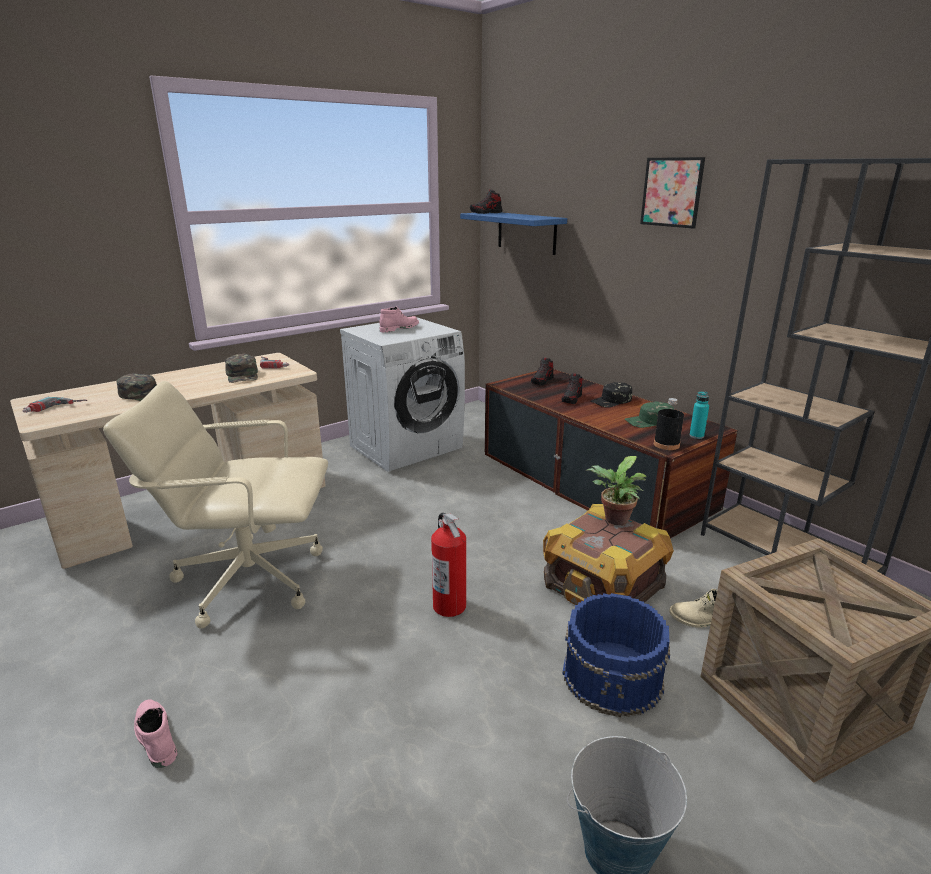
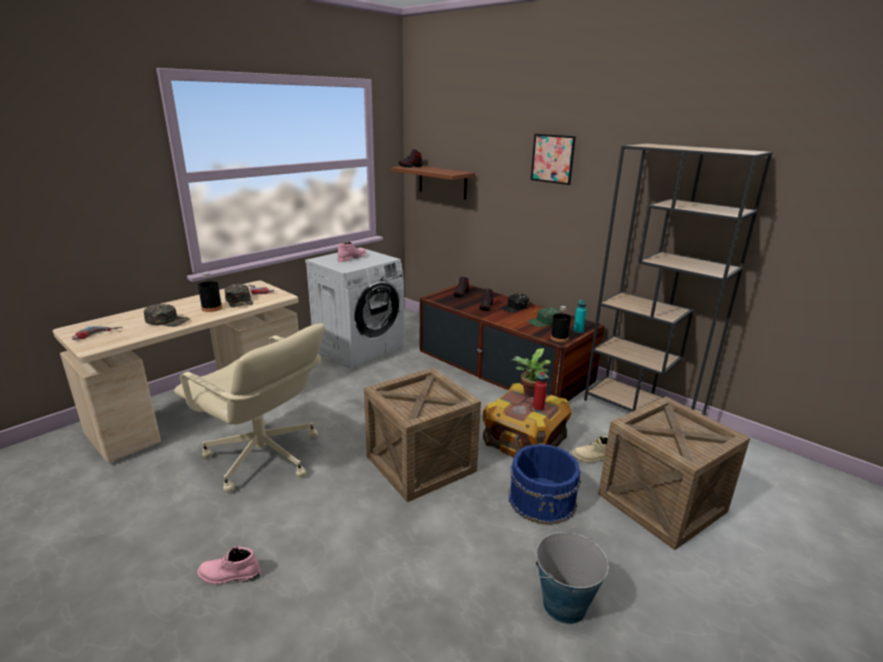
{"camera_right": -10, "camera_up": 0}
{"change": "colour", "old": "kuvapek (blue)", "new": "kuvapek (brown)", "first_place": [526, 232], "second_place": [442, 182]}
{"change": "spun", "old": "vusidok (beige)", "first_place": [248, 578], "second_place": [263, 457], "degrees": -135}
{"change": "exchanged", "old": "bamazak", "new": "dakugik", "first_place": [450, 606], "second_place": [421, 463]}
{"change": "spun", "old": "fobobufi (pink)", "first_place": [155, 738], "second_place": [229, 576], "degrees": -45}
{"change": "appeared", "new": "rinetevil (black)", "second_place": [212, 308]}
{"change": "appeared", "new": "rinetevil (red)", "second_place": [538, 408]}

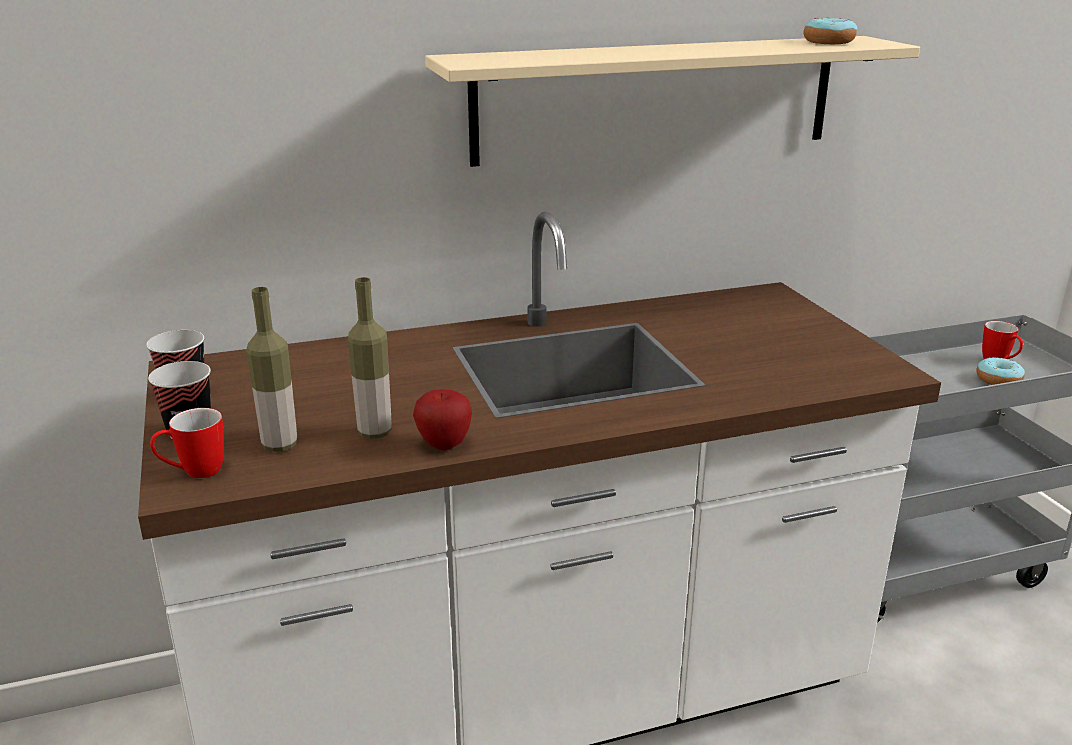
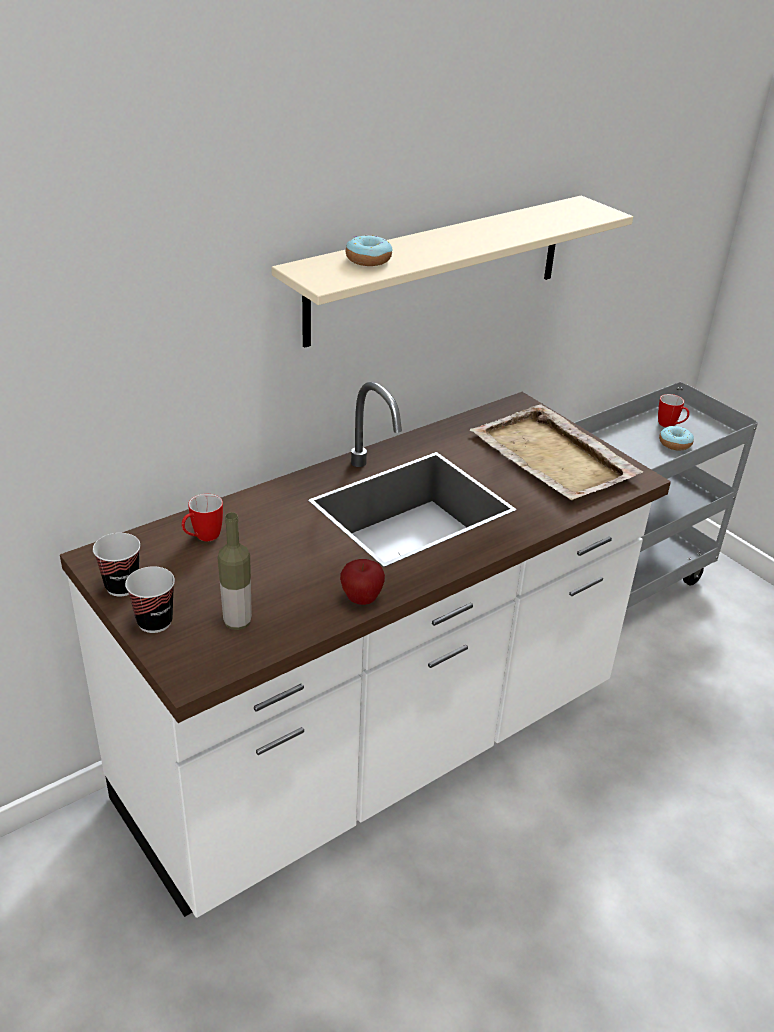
{"camera_right": -20, "camera_up": 10}
{"change": "relocated", "old": "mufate", "first_place": [828, 42], "second_place": [368, 260]}
{"change": "missing", "old": "rinetevil", "first_place": [375, 432]}
{"change": "relocated", "old": "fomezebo", "first_place": [193, 473], "second_place": [202, 538]}
{"change": "appeared", "new": "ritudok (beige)", "second_place": [554, 457]}

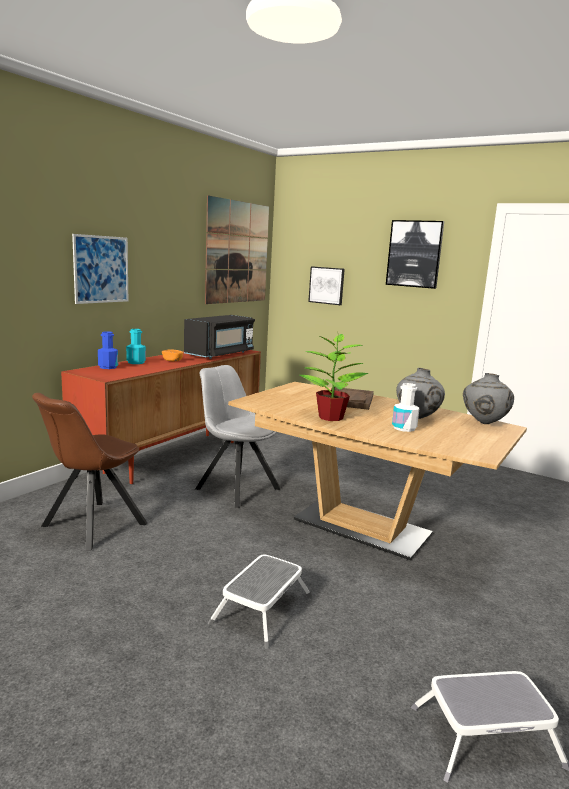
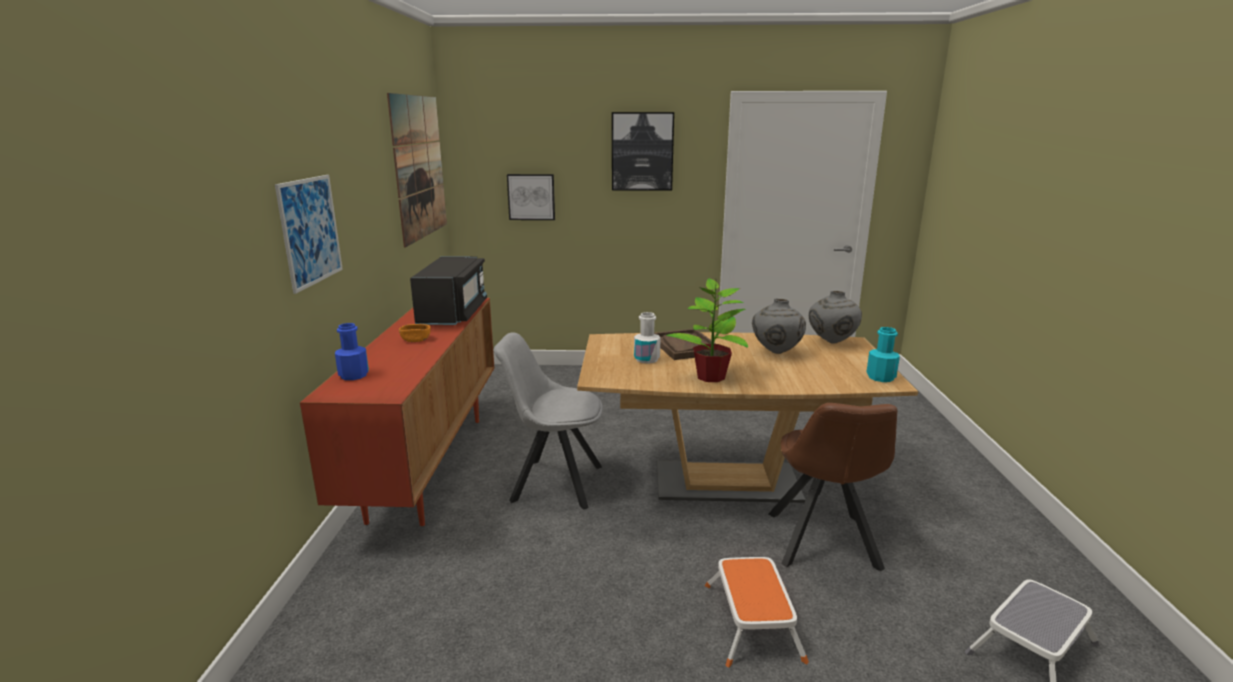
{"camera_right": -30, "camera_up": 5}
{"change": "relocated", "old": "rinetevil (turquoise)", "first_place": [136, 362], "second_place": [880, 377]}
{"change": "relocated", "old": "rinetevil (white)", "first_place": [404, 428], "second_place": [646, 359]}
{"change": "relocated", "old": "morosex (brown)", "first_place": [92, 526], "second_place": [823, 542]}
{"change": "colour", "old": "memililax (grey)", "new": "memililax (orange)", "first_place": [262, 609], "second_place": [753, 621]}

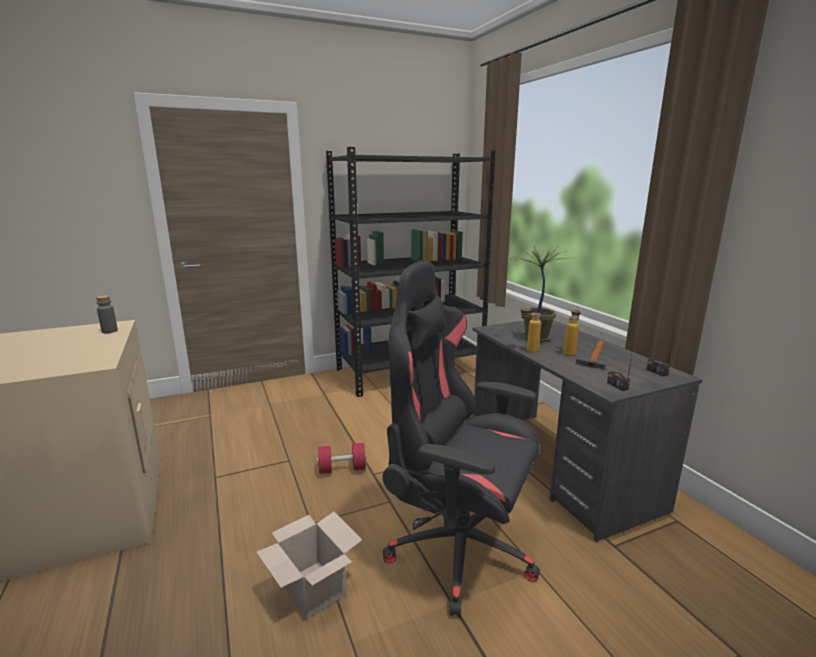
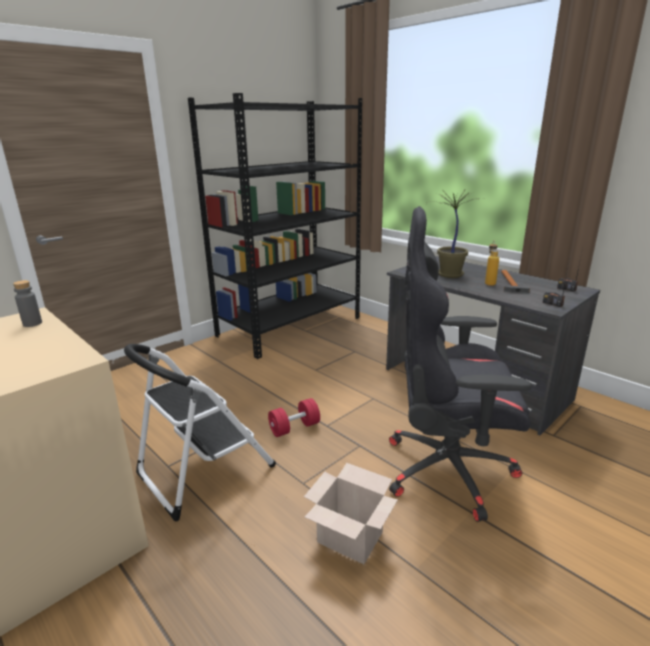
{"camera_right": -20, "camera_up": 5}
{"change": "missing", "old": "rinetevil", "first_place": [527, 350]}
{"change": "appeared", "new": "memililax", "second_place": [202, 471]}

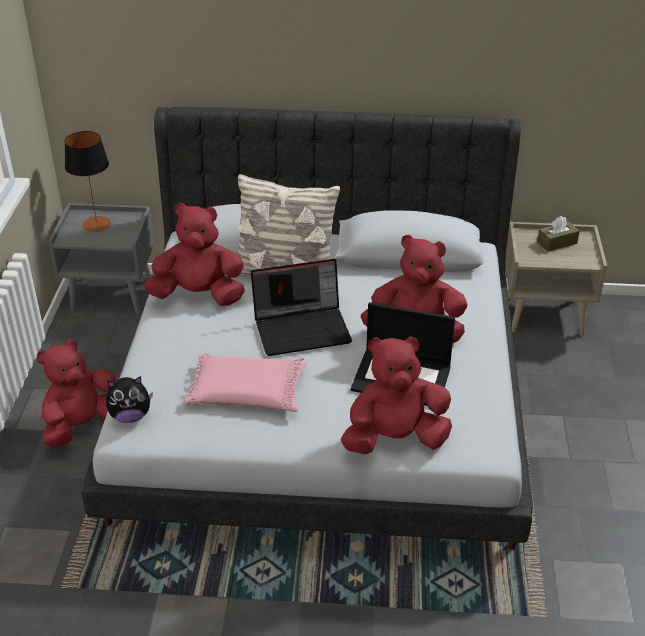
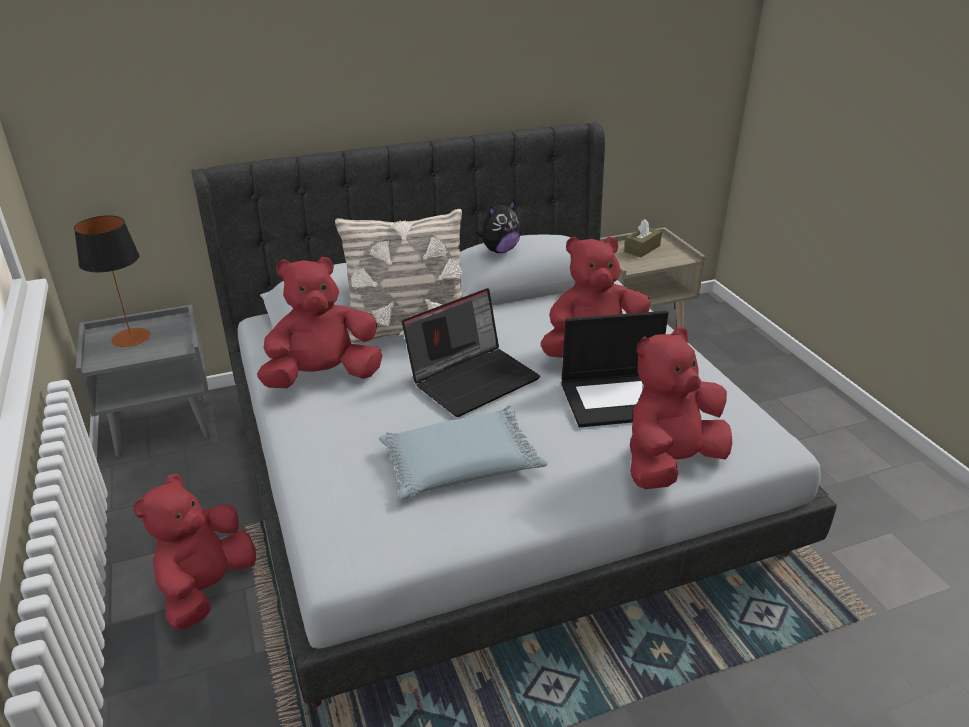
{"camera_right": -25, "camera_up": -5}
{"change": "colour", "old": "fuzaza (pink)", "new": "fuzaza (blue)", "first_place": [247, 389], "second_place": [461, 460]}
{"change": "relocated", "old": "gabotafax", "first_place": [130, 416], "second_place": [499, 250]}

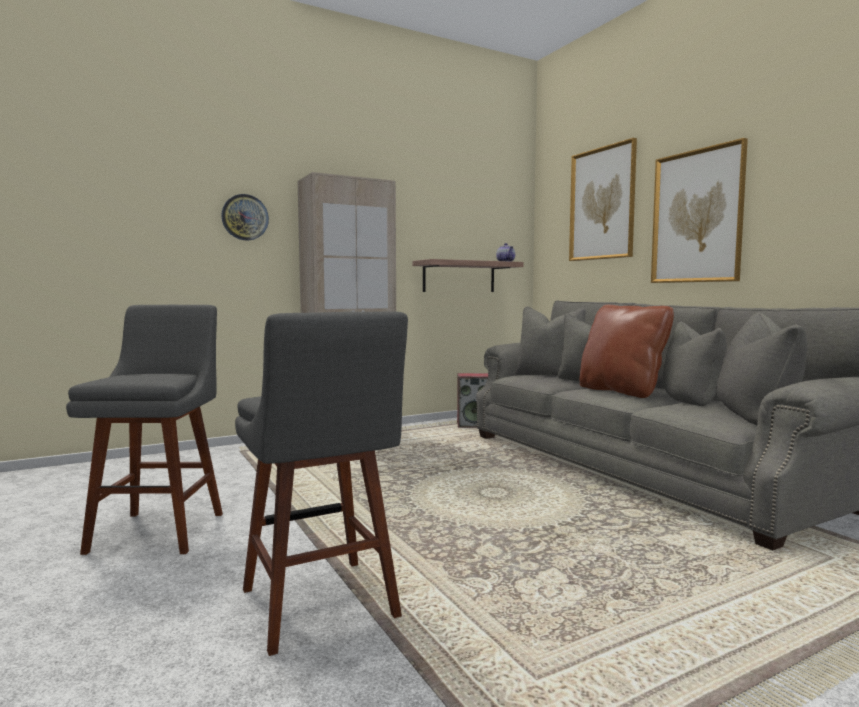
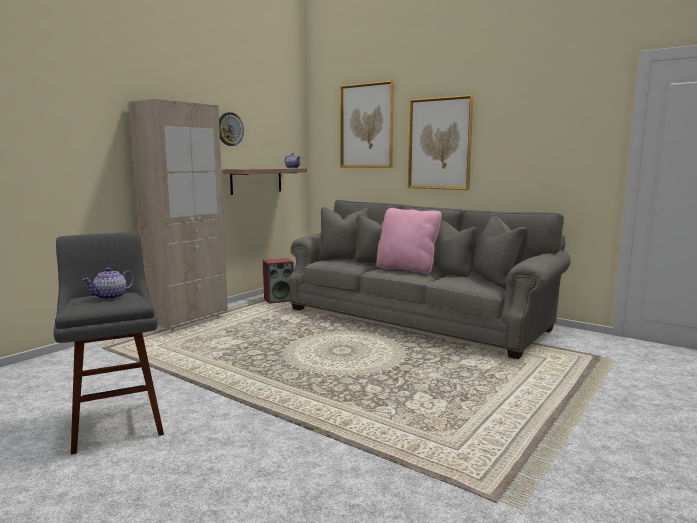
{"camera_right": -25, "camera_up": 5}
{"change": "relocated", "old": "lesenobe", "first_place": [245, 217], "second_place": [229, 129]}
{"change": "colour", "old": "fuzaza (brown)", "new": "fuzaza (pink)", "first_place": [622, 391], "second_place": [407, 269]}
{"change": "missing", "old": "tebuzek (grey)", "first_place": [321, 608]}
{"change": "appeared", "new": "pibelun", "second_place": [111, 297]}

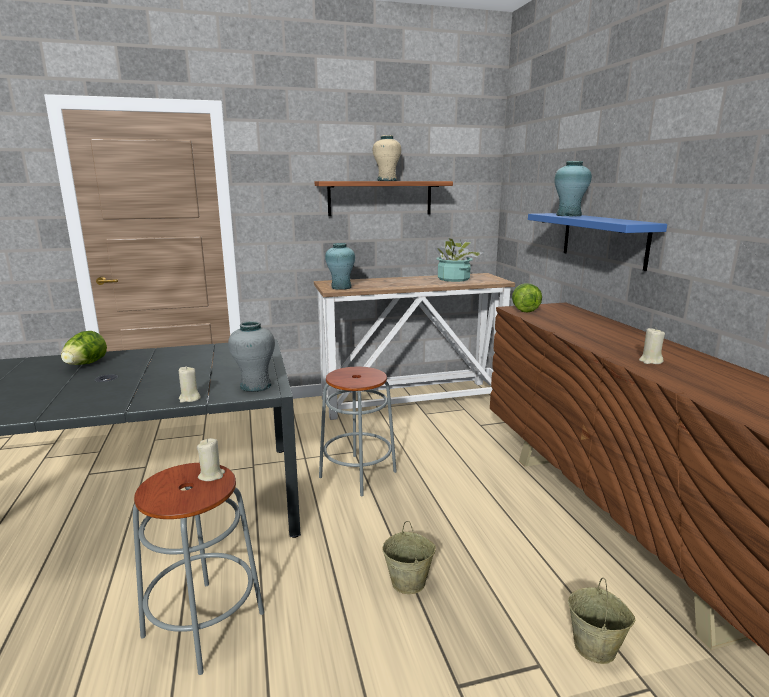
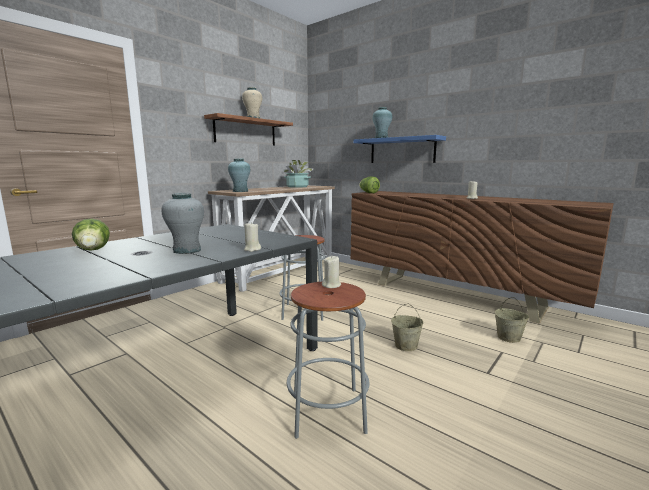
{"camera_right": -35, "camera_up": -5}
{"change": "relocated", "old": "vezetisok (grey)", "first_place": [255, 386], "second_place": [187, 250]}

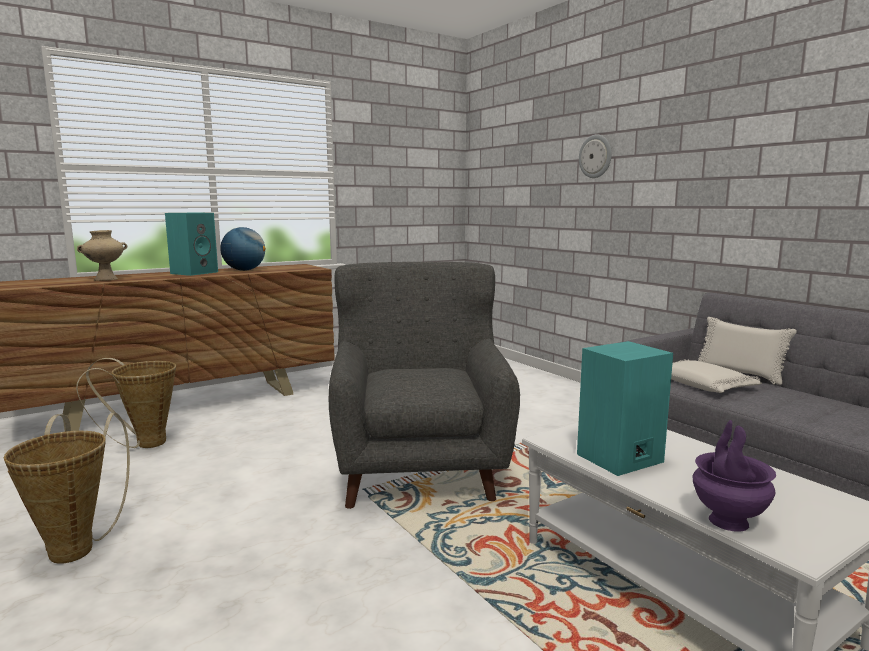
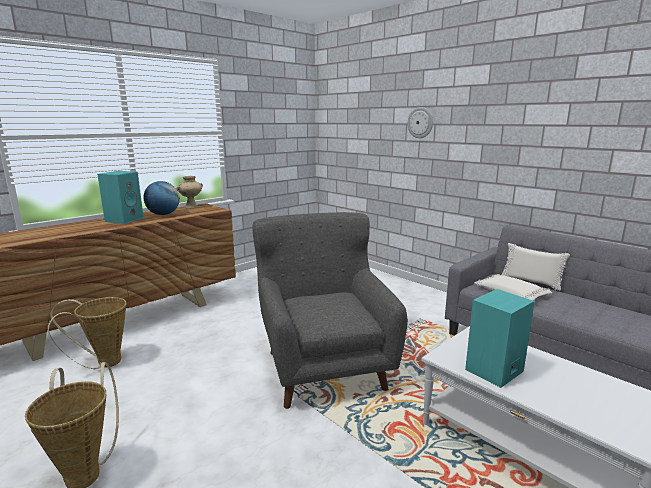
{"camera_right": -10, "camera_up": 5}
{"change": "relocated", "old": "vezetisok (beige)", "first_place": [105, 279], "second_place": [191, 207]}
{"change": "missing", "old": "vezetisok (purple)", "first_place": [727, 521]}

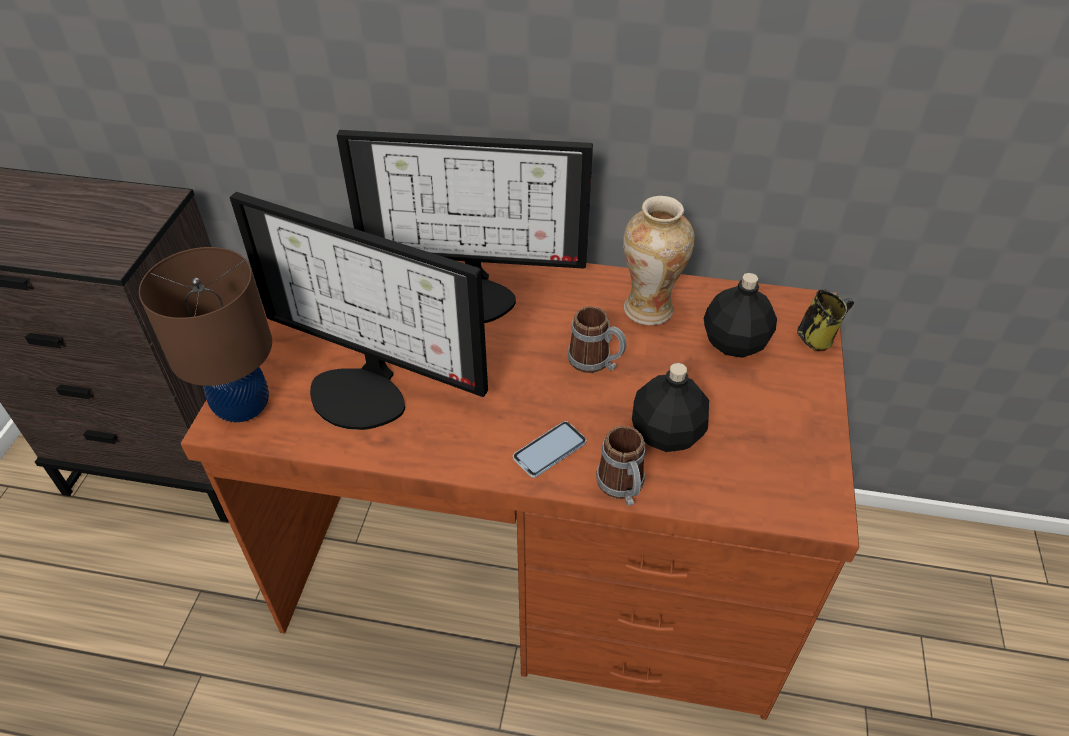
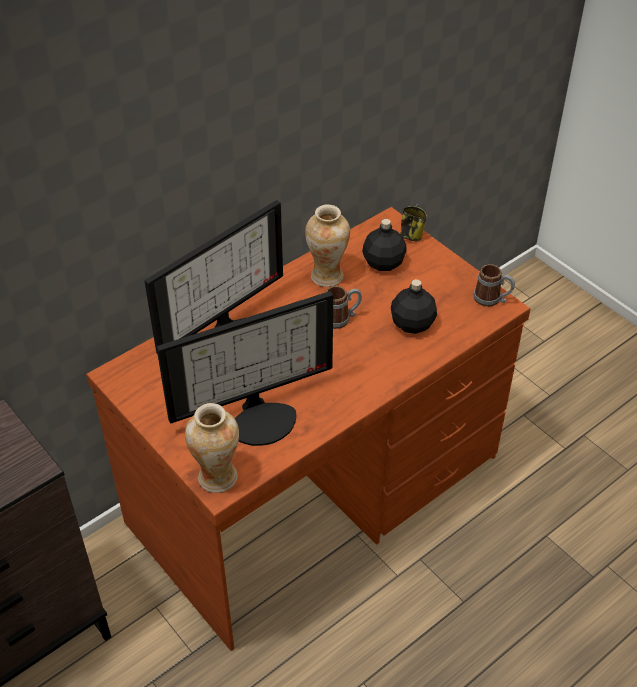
{"camera_right": -50, "camera_up": 0}
{"change": "exchanged", "old": "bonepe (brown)", "new": "vezetisok", "first_place": [241, 409], "second_place": [217, 477]}
{"change": "missing", "old": "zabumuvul", "first_place": [549, 450]}
{"change": "relocated", "old": "fomezebo", "first_place": [622, 488], "second_place": [492, 299]}

